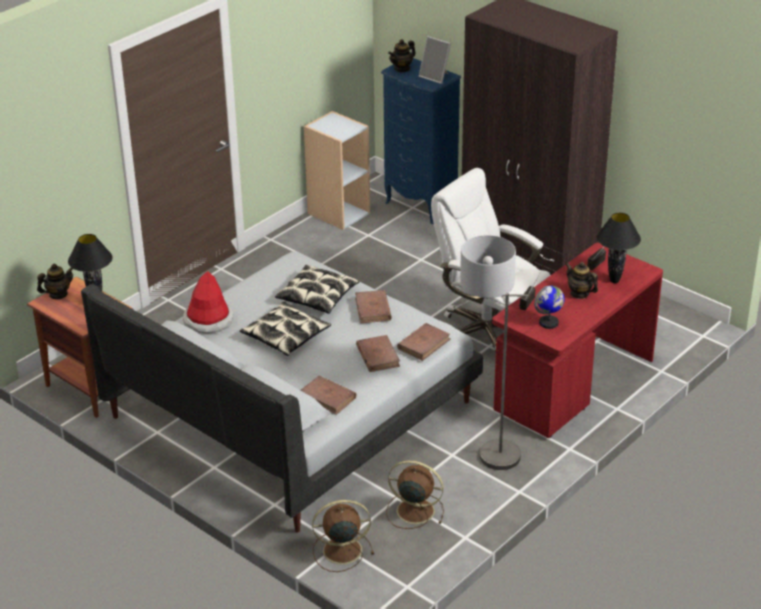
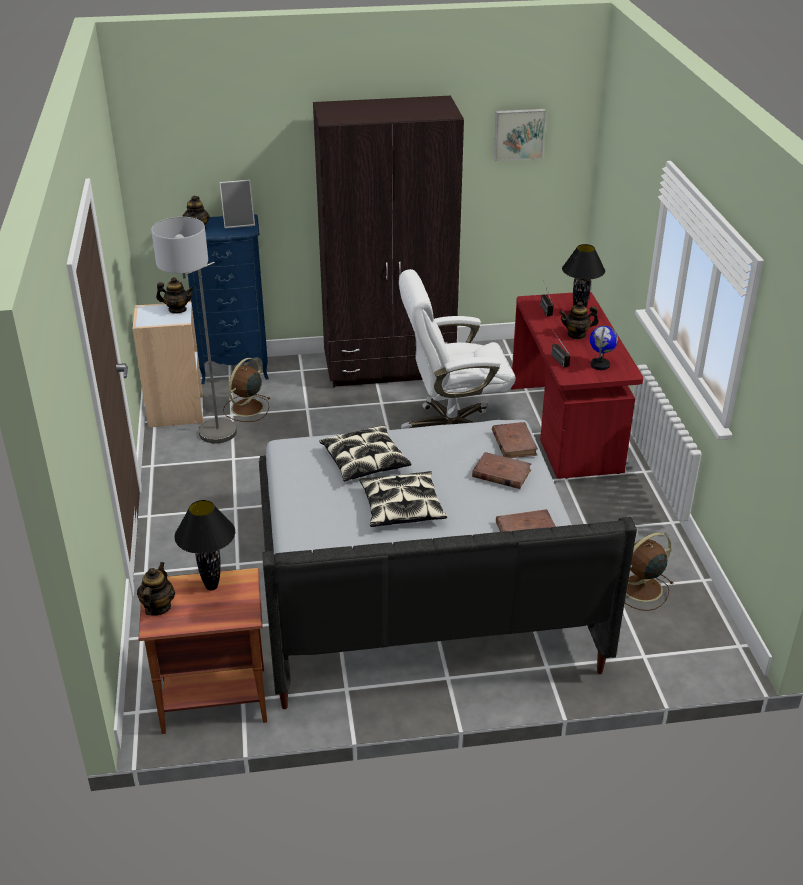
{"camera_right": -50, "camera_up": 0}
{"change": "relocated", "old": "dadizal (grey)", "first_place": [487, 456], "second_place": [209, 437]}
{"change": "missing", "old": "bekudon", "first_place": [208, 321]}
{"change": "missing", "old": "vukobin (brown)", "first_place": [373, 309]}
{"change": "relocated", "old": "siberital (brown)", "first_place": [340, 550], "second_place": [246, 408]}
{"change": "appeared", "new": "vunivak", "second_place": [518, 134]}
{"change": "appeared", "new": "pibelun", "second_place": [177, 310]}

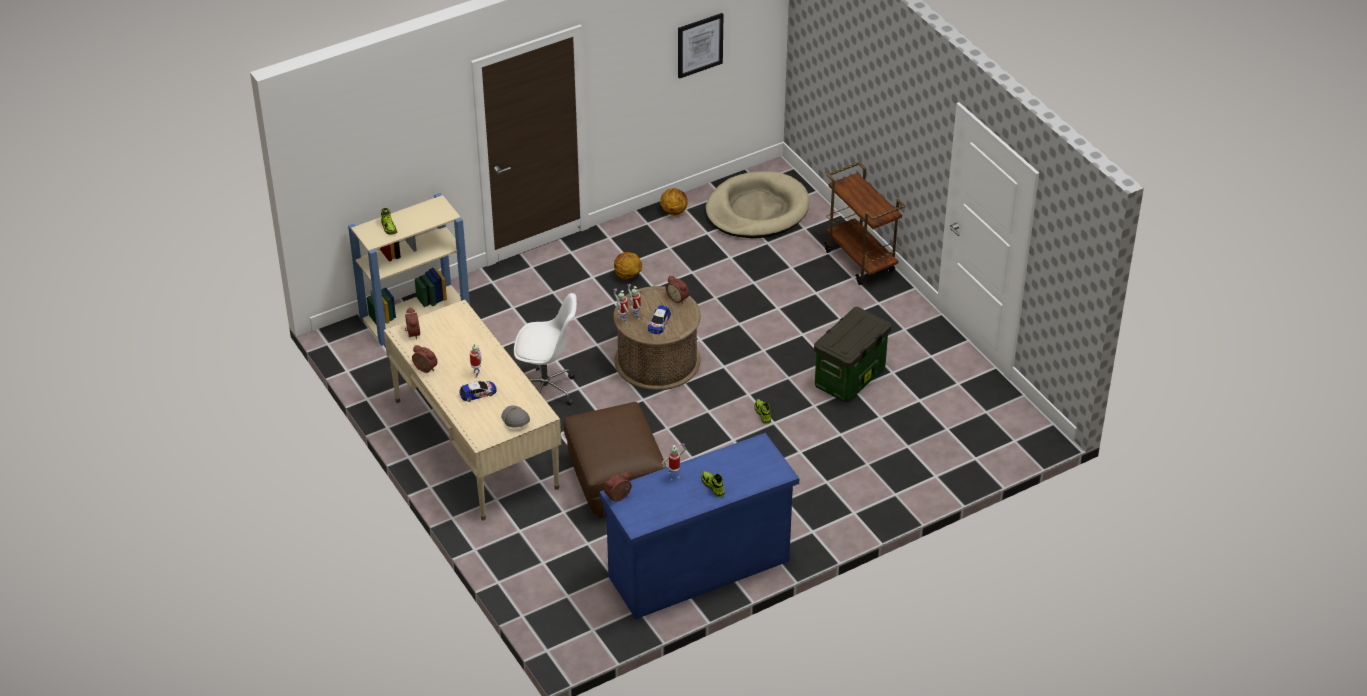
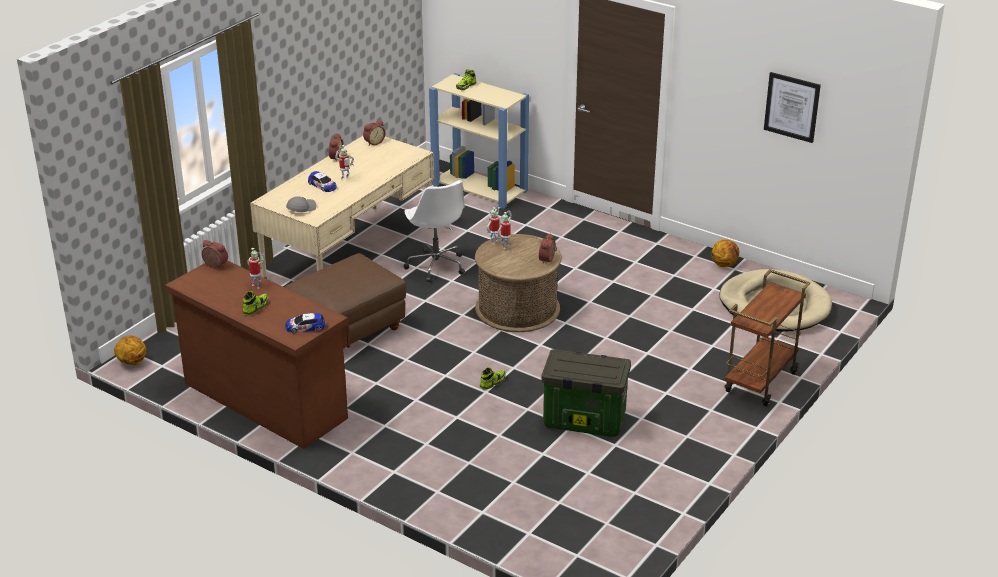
{"camera_right": 65, "camera_up": -10}
{"change": "relocated", "old": "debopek", "first_place": [627, 276], "second_place": [131, 362]}
{"change": "relocated", "old": "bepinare", "first_place": [659, 323], "second_place": [305, 327]}
{"change": "colour", "old": "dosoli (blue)", "new": "dosoli (brown)", "first_place": [697, 565], "second_place": [268, 398]}

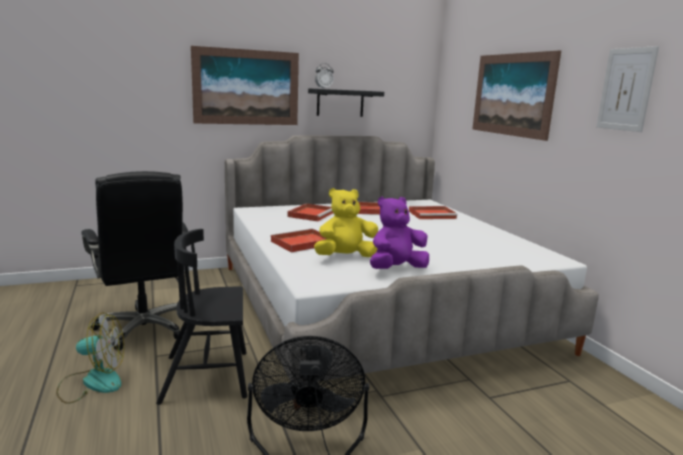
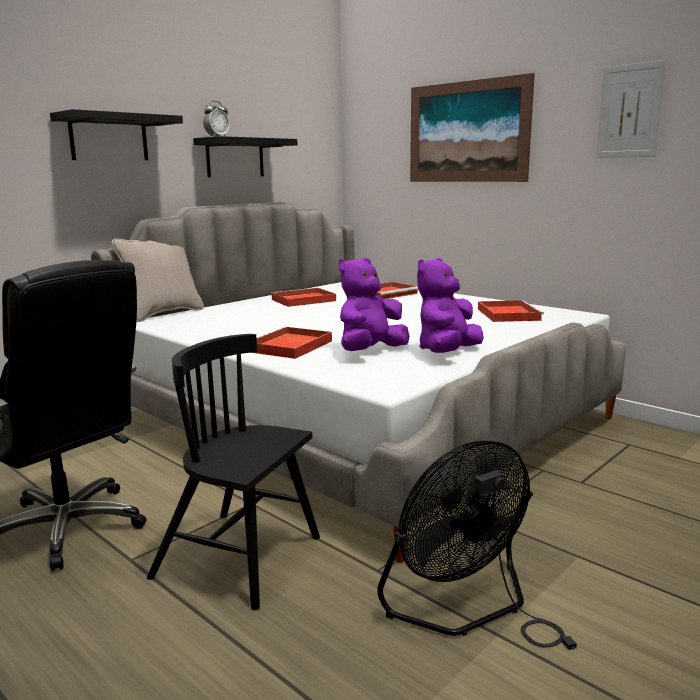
{"camera_right": -25, "camera_up": 0}
{"change": "exchanged", "old": "vunivak", "new": "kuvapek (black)", "first_place": [246, 87], "second_place": [109, 138]}
{"change": "colour", "old": "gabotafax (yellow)", "new": "gabotafax (purple)", "first_place": [345, 257], "second_place": [370, 351]}
{"change": "relocated", "old": "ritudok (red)", "first_place": [311, 214], "second_place": [507, 314]}
{"change": "spun", "old": "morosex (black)", "first_place": [212, 375], "second_place": [246, 558], "degrees": 60}
{"change": "missing", "old": "siberital", "first_place": [92, 382]}
{"change": "appeared", "new": "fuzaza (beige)", "second_place": [163, 314]}

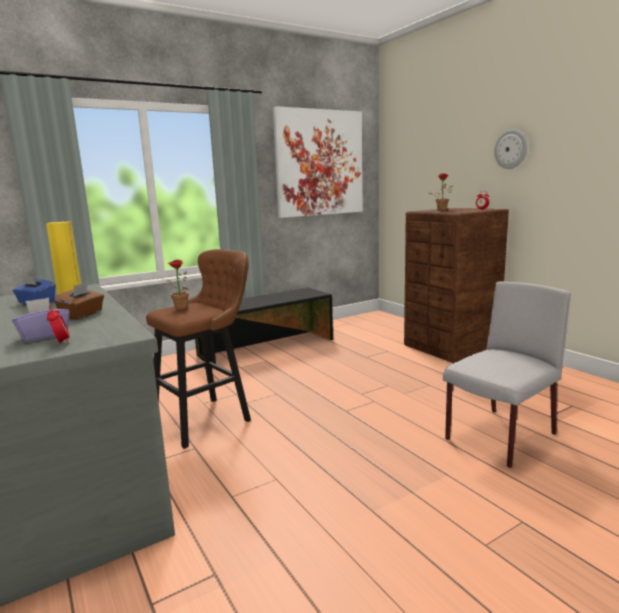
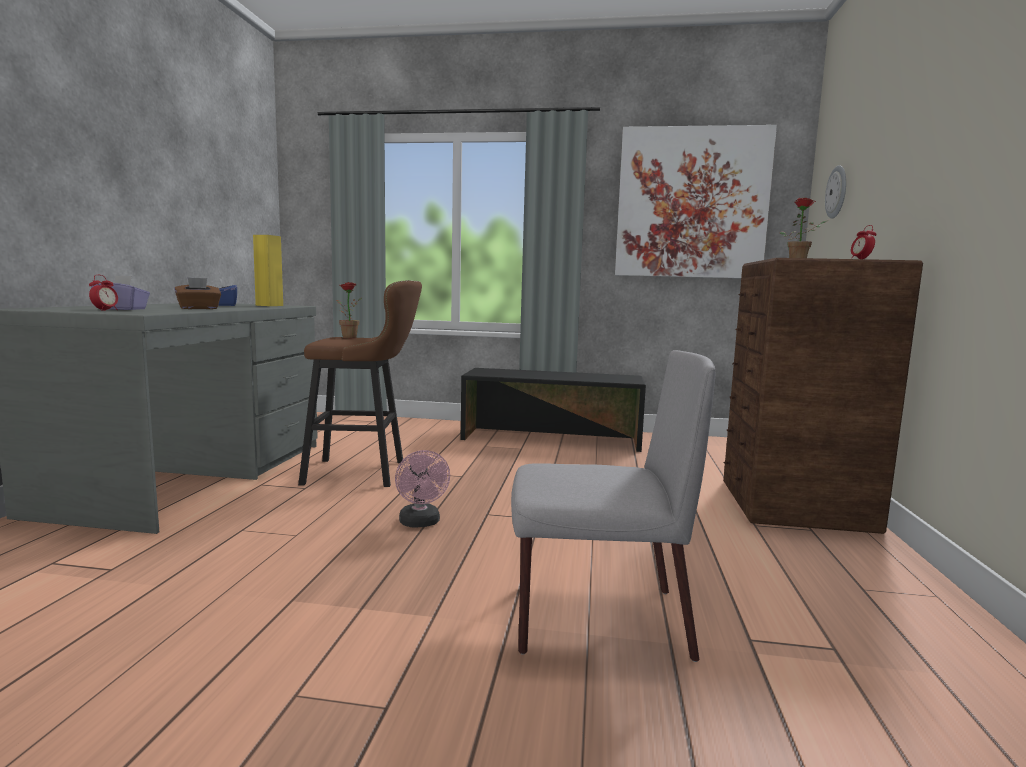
{"camera_right": 40, "camera_up": -5}
{"change": "relocated", "old": "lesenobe", "first_place": [511, 149], "second_place": [837, 192]}
{"change": "appeared", "new": "siberital (pink)", "second_place": [421, 523]}

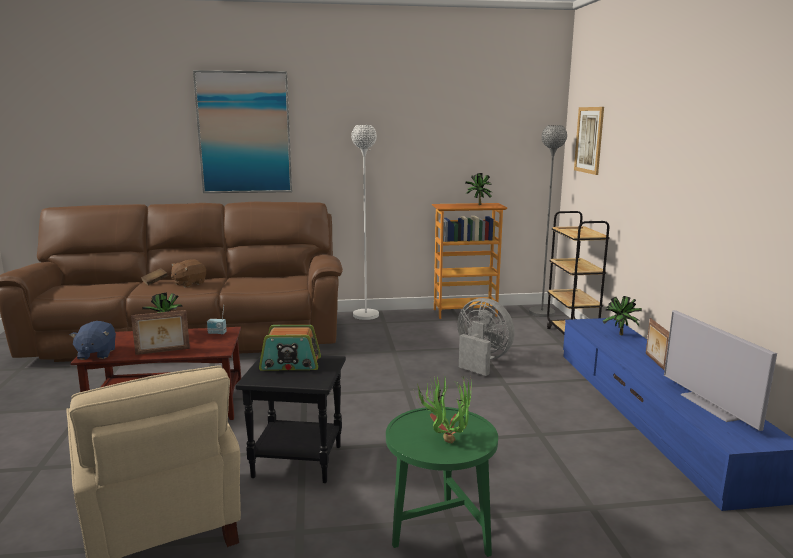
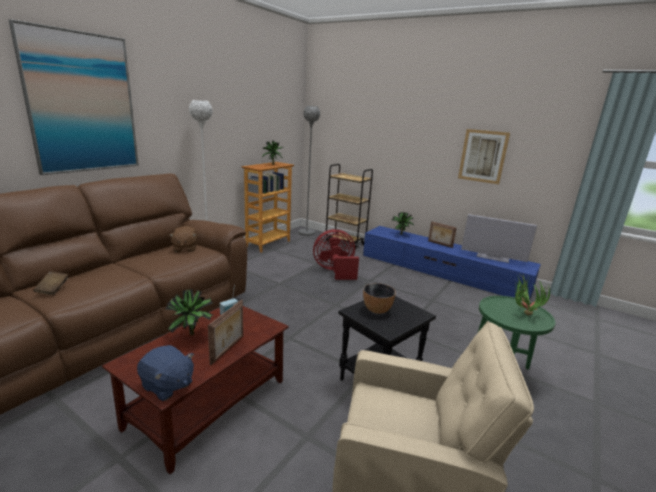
{"camera_right": -50, "camera_up": 5}
{"change": "relocated", "old": "vunivak", "first_place": [589, 140], "second_place": [483, 156]}
{"change": "relocated", "old": "gabotafax (brown)", "first_place": [189, 283], "second_place": [185, 248]}
{"change": "colour", "old": "siberital (grey)", "new": "siberital (red)", "first_place": [481, 361], "second_place": [335, 271]}
{"change": "exchanged", "old": "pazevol", "new": "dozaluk", "first_place": [290, 364], "second_place": [377, 310]}

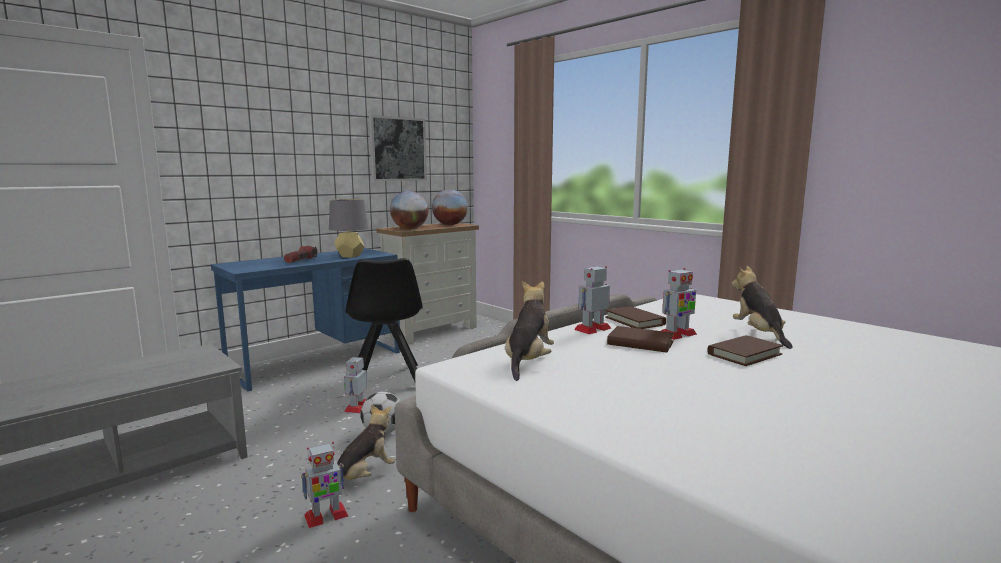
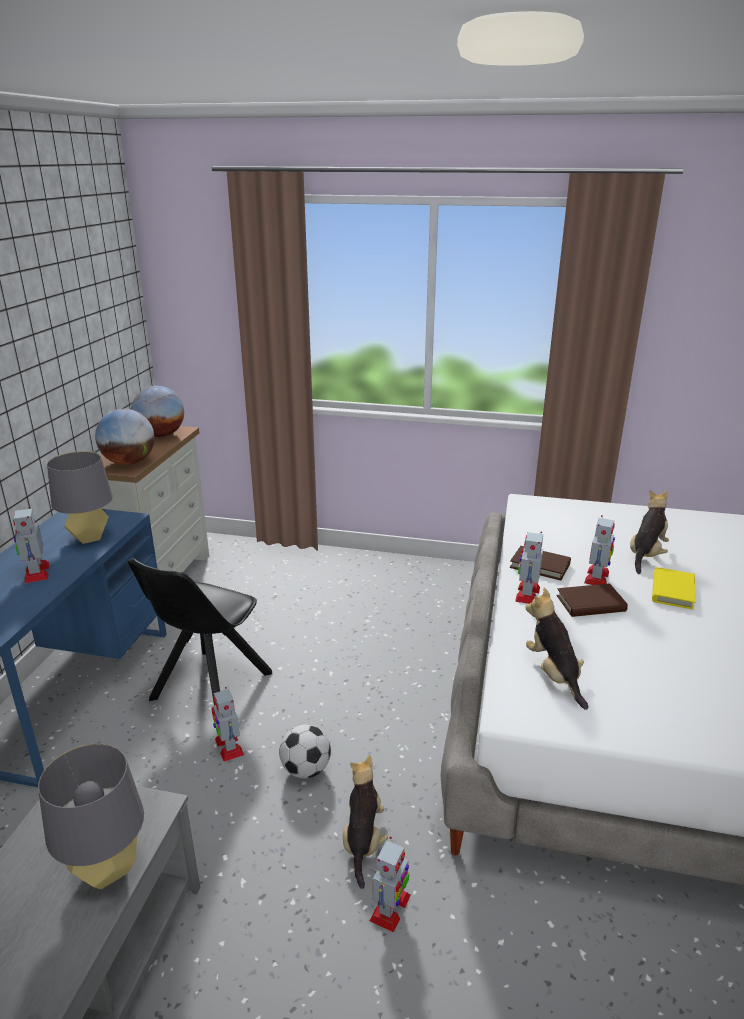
{"camera_right": -35, "camera_up": 15}
{"change": "missing", "old": "vunivak", "first_place": [397, 149]}
{"change": "exchanged", "old": "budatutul", "new": "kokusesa", "first_place": [301, 260], "second_place": [36, 572]}
{"change": "spun", "old": "morosex (black)", "first_place": [386, 380], "second_place": [209, 688], "degrees": 75}
{"change": "spun", "old": "gabotafax", "first_place": [759, 334], "second_place": [646, 554], "degrees": 75}
{"change": "colour", "old": "vukobin (brown)", "new": "vukobin (yellow)", "first_place": [744, 354], "second_place": [672, 591]}
{"change": "appeared", "new": "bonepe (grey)", "second_place": [106, 870]}

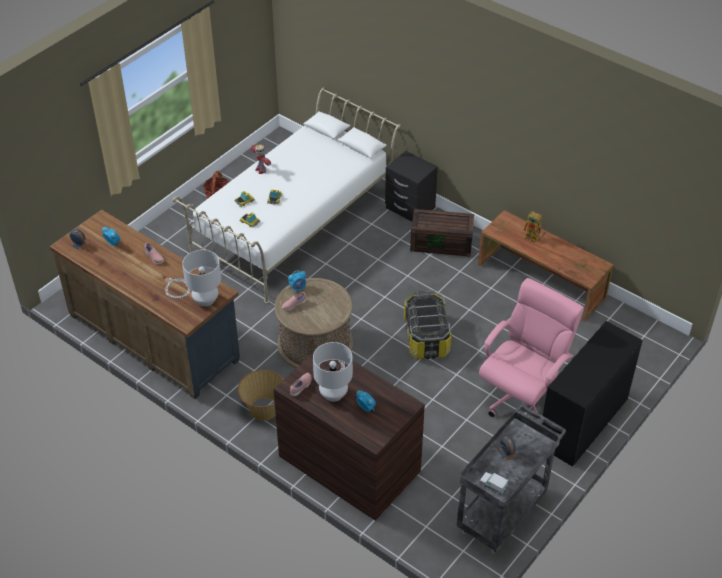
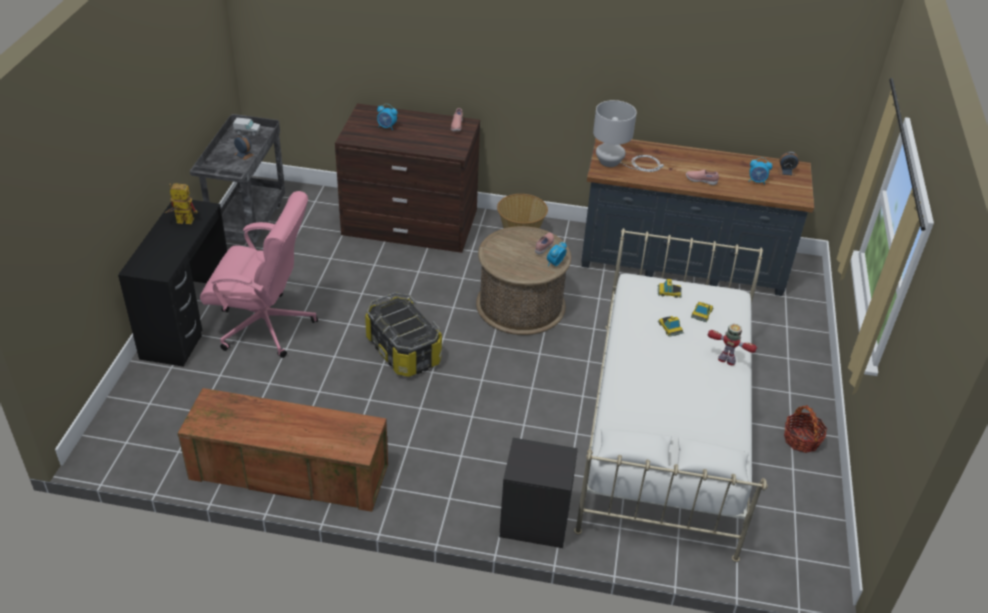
{"camera_right": 150, "camera_up": -5}
{"change": "missing", "old": "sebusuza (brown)", "first_place": [442, 243]}
{"change": "relocated", "old": "kokusesa", "first_place": [534, 238], "second_place": [181, 221]}
{"change": "spun", "old": "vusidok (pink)", "first_place": [522, 396], "second_place": [265, 325], "degrees": -90}
{"change": "missing", "old": "bonepe (grey)", "first_place": [332, 383]}

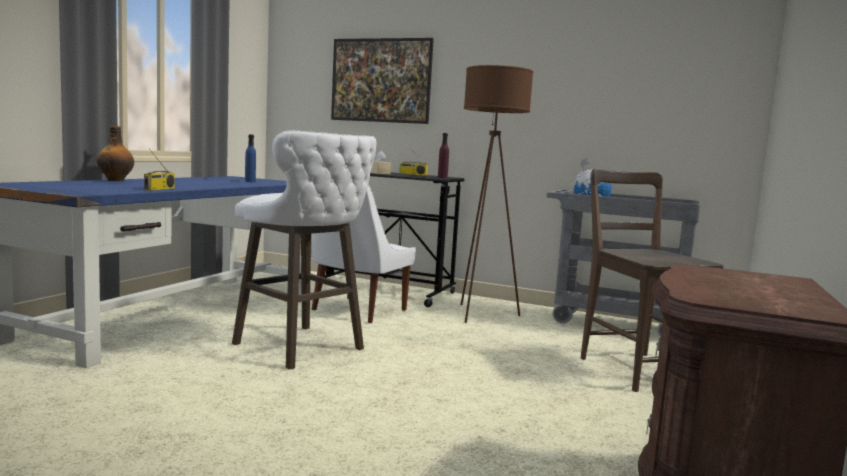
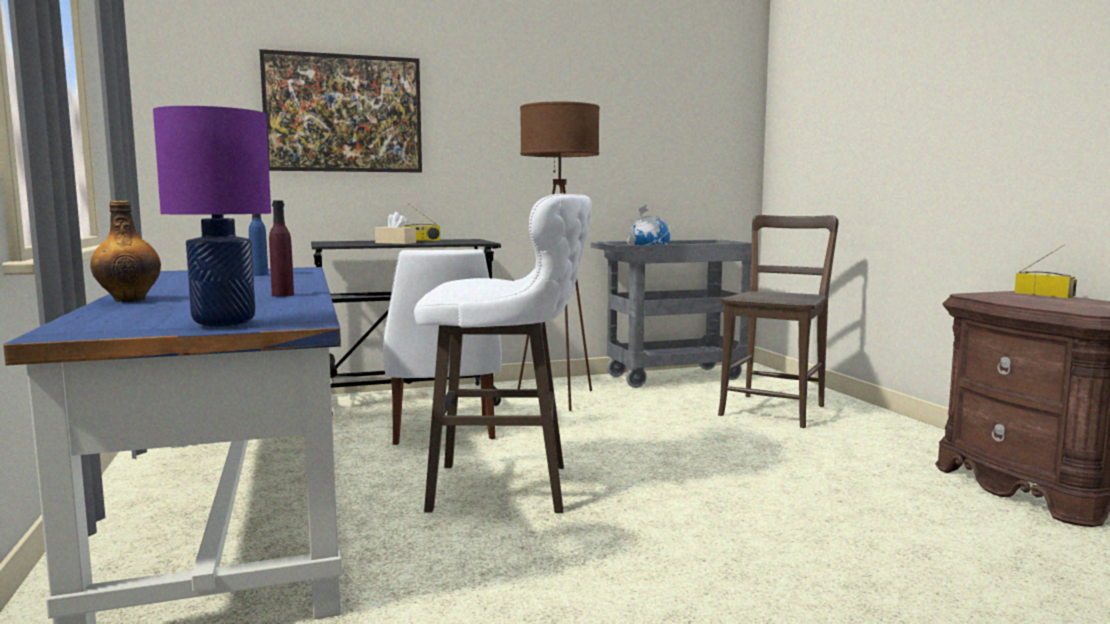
{"camera_right": -40, "camera_up": 0}
{"change": "relocated", "old": "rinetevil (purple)", "first_place": [442, 177], "second_place": [282, 295]}
{"change": "relocated", "old": "pazevol", "first_place": [159, 189], "second_place": [1044, 295]}
{"change": "spun", "old": "morosex (brown)", "first_place": [636, 368], "second_place": [775, 409], "degrees": 90}
{"change": "appeared", "new": "bonepe (purple)", "second_place": [225, 325]}

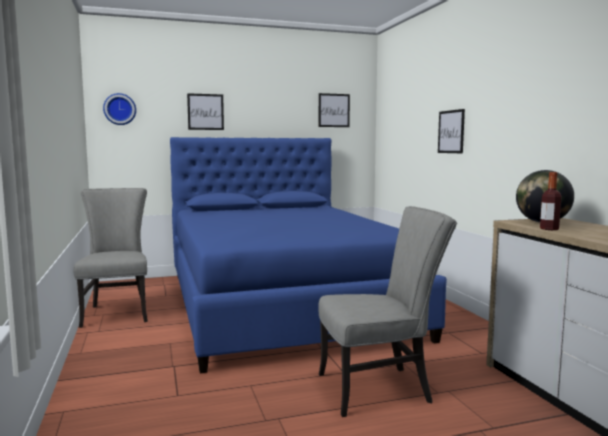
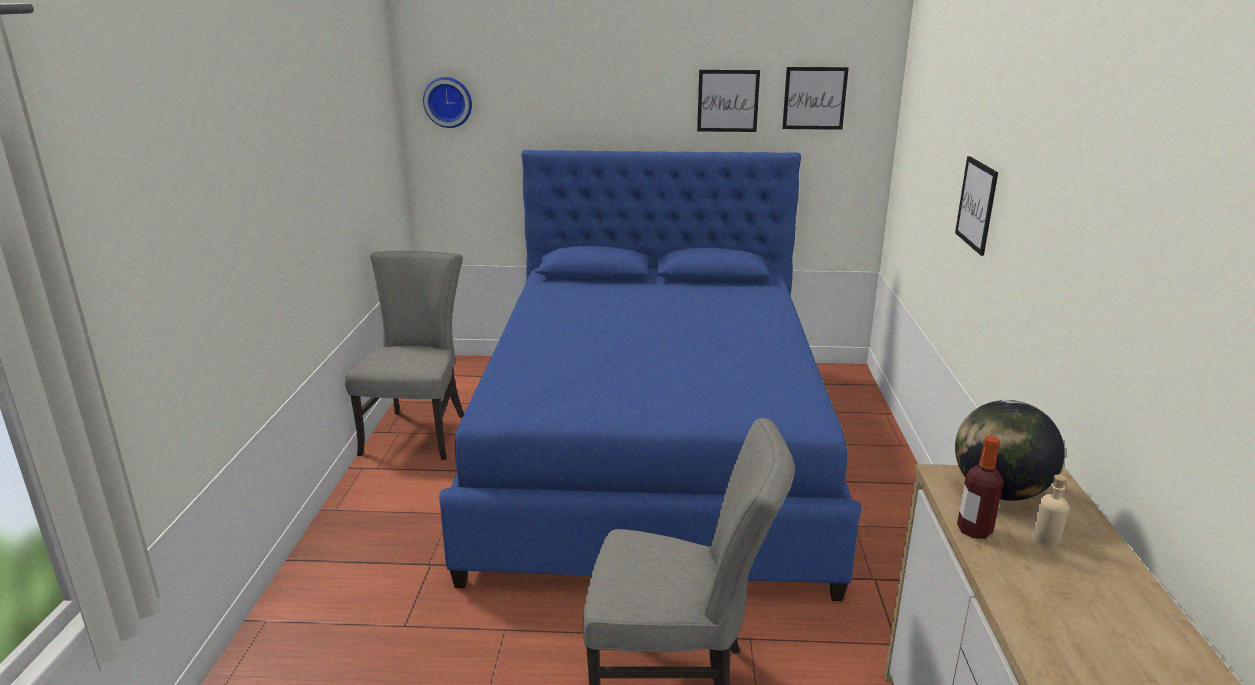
{"camera_right": 20, "camera_up": 15}
{"change": "relocated", "old": "vunivak", "first_place": [205, 112], "second_place": [728, 101]}
{"change": "appeared", "new": "rinetevil (beige)", "second_place": [1045, 538]}

